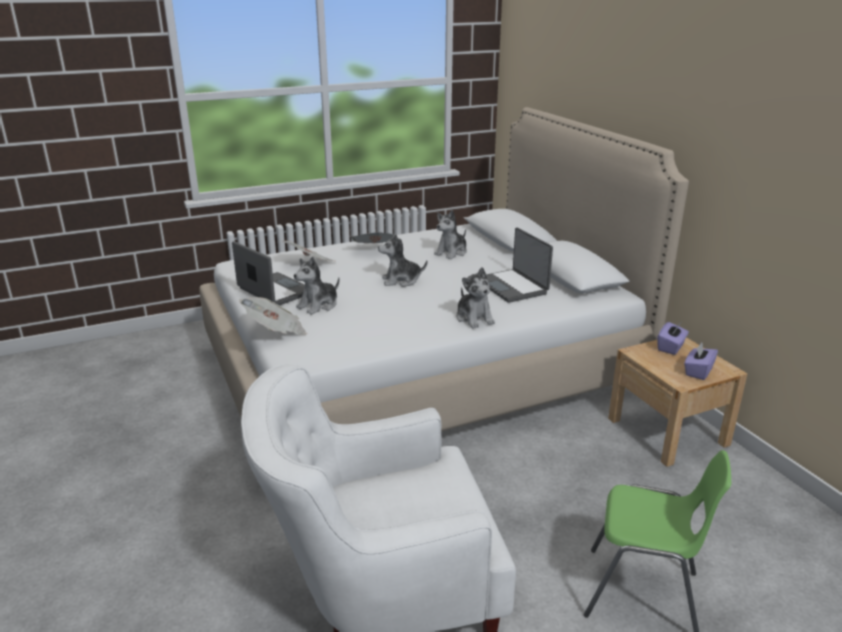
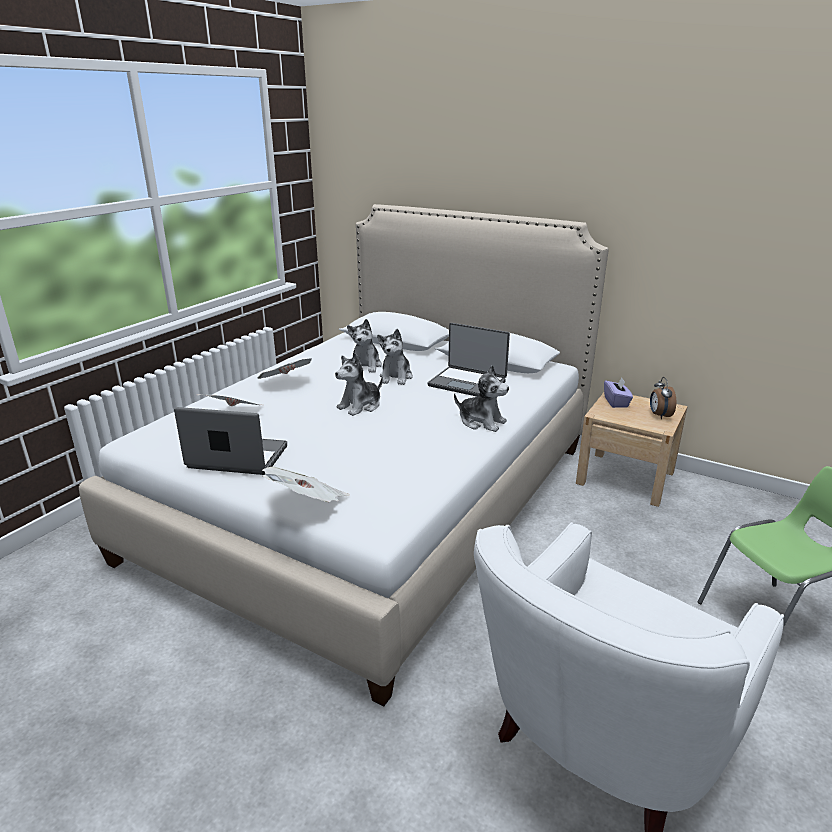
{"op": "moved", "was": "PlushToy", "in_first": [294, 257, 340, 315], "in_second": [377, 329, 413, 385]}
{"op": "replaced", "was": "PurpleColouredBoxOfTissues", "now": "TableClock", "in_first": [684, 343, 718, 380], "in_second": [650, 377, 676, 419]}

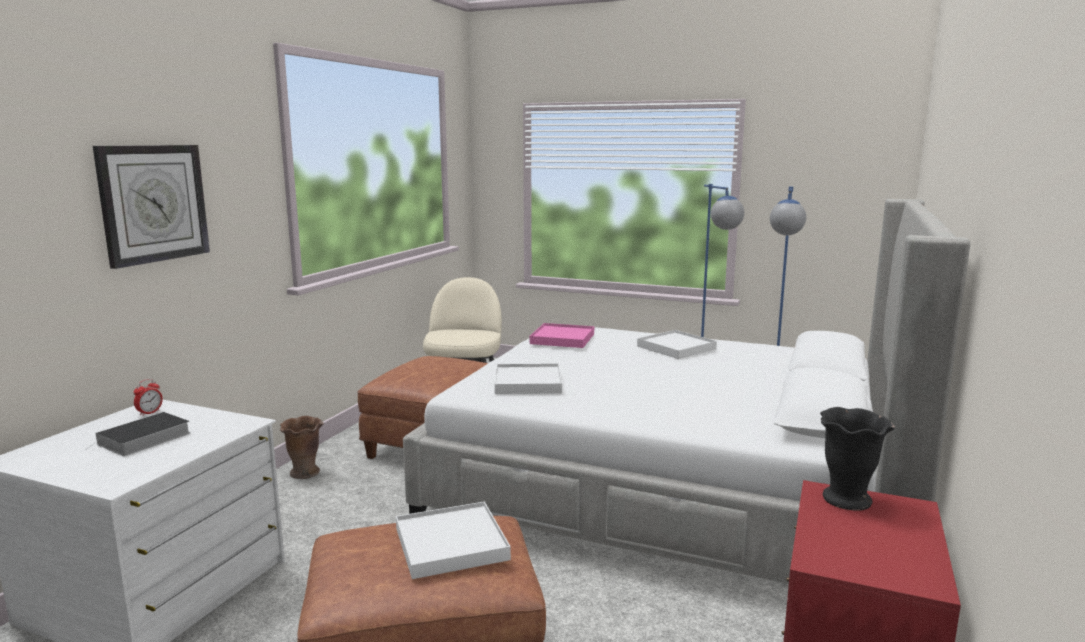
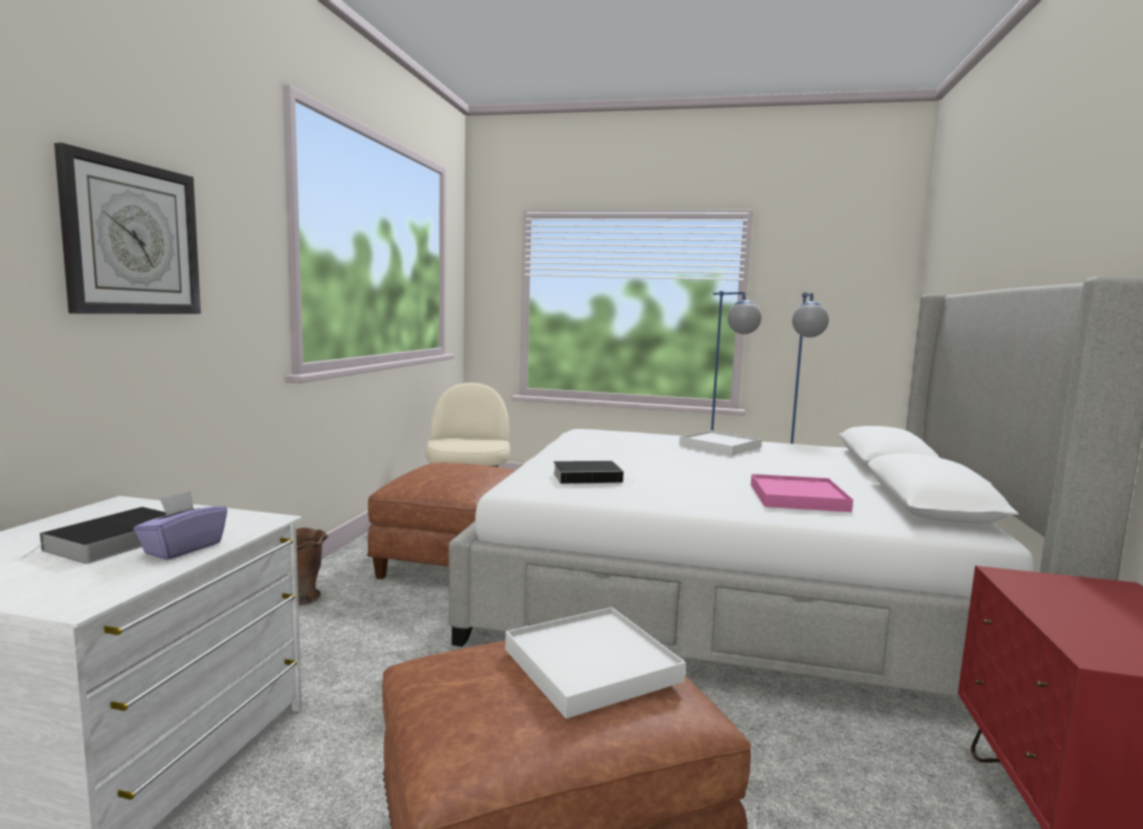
{"op": "moved", "was": "PinkTray", "in_first": [530, 323, 594, 348], "in_second": [751, 474, 853, 512]}
{"op": "replaced", "was": "WhiteColouredTray", "now": "BoundBook", "in_first": [495, 363, 562, 394], "in_second": [553, 461, 633, 484]}
{"op": "removed", "was": "TableClock", "in_first": [134, 379, 163, 416]}
{"op": "removed", "was": "BlackVase", "in_first": [820, 407, 895, 511]}
{"op": "added", "now": "PurpleColouredBoxOfTissues", "in_second": [133, 490, 227, 560]}

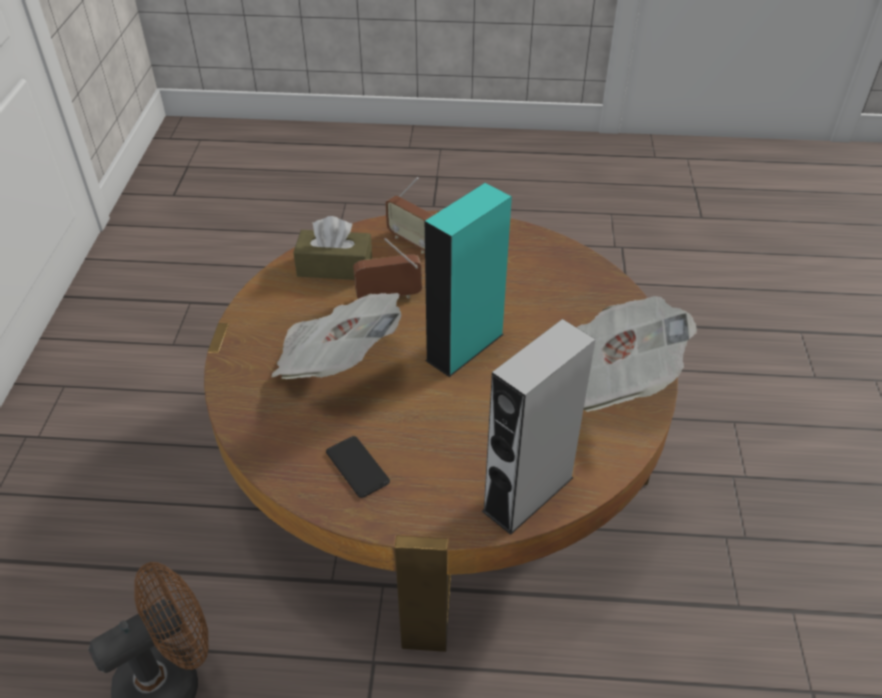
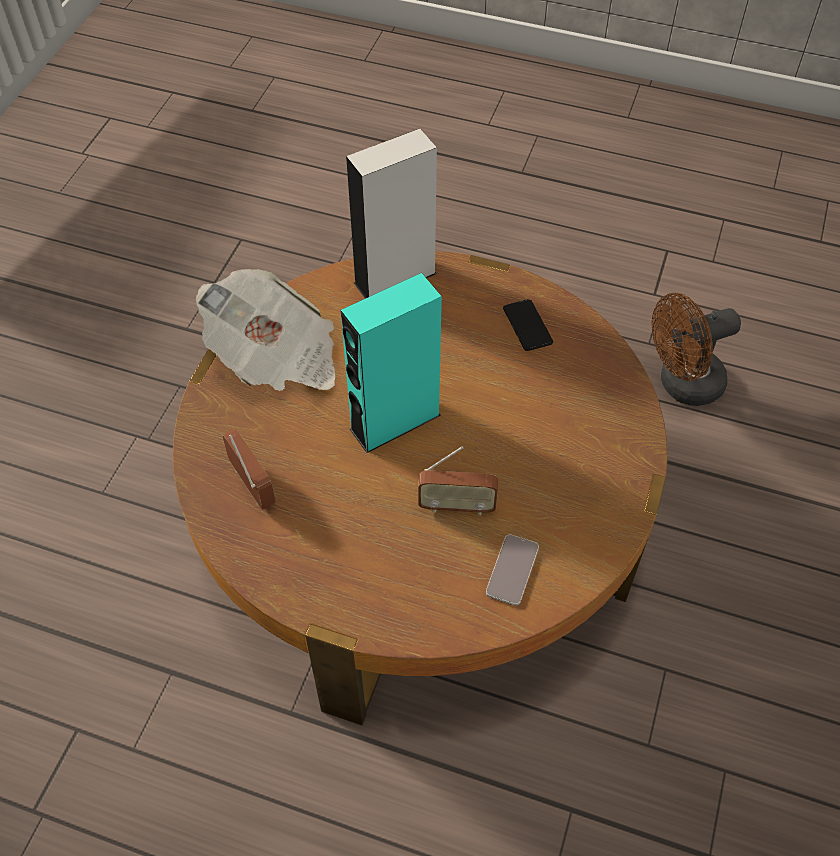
{"op": "moved", "was": "Radio", "in_first": [385, 177, 433, 254], "in_second": [222, 428, 276, 510]}
{"op": "replaced", "was": "BrownBoxOfTissues", "now": "Handset", "in_first": [293, 216, 372, 280], "in_second": [486, 534, 539, 606]}
{"op": "removed", "was": "Newspaper", "in_first": [271, 293, 401, 379]}

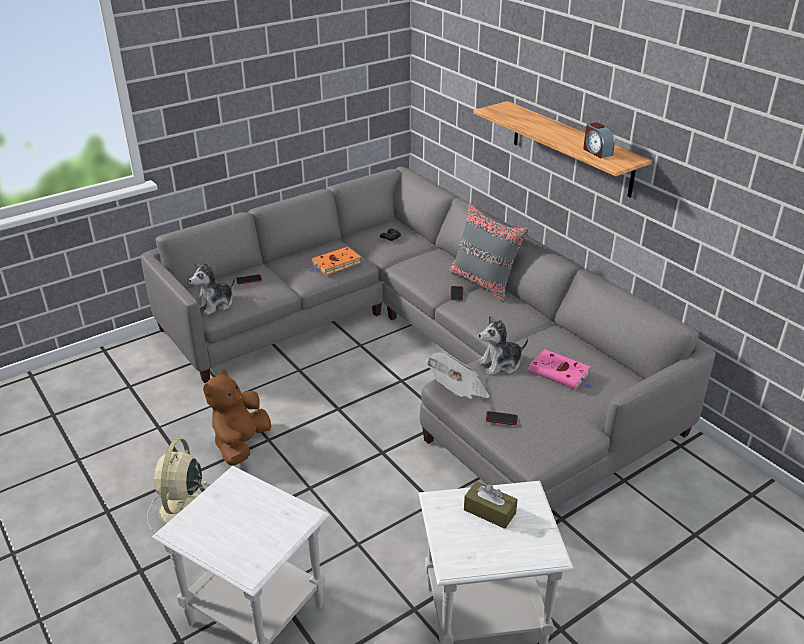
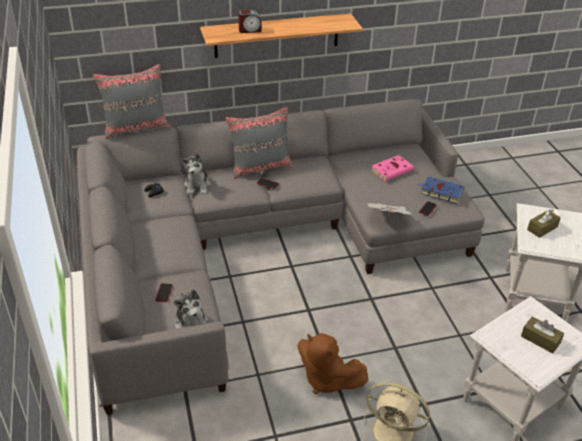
{"op": "moved", "was": "TableClock", "in_first": [583, 122, 615, 158], "in_second": [238, 10, 261, 33]}
{"op": "removed", "was": "OrangeColouredBoundBook", "in_first": [310, 247, 362, 275]}
{"op": "moved", "was": "PlushToy", "in_first": [477, 315, 528, 376], "in_second": [181, 153, 211, 195]}
{"op": "added", "now": "GreyThrowPillow", "in_second": [93, 64, 170, 139]}
{"op": "added", "now": "BluishBoundBook", "in_second": [418, 176, 464, 203]}
{"op": "added", "now": "BrownBoxOfTissues", "in_second": [521, 316, 564, 353]}

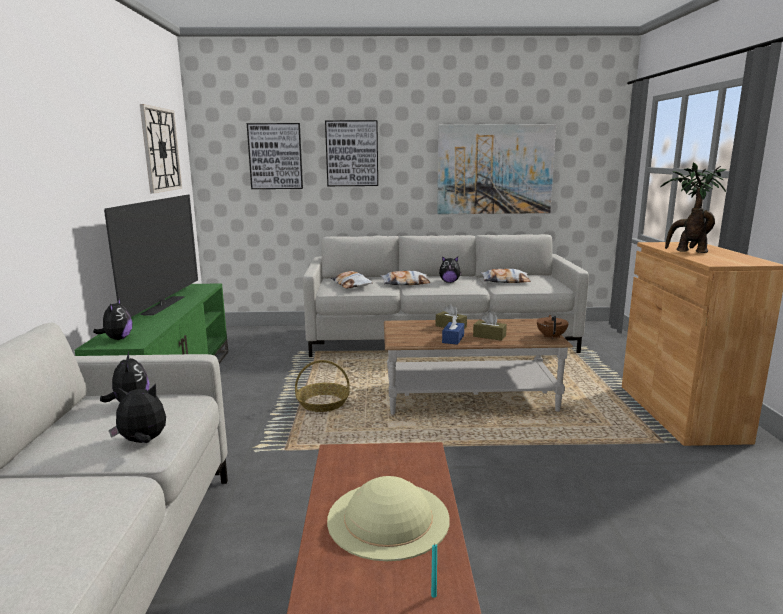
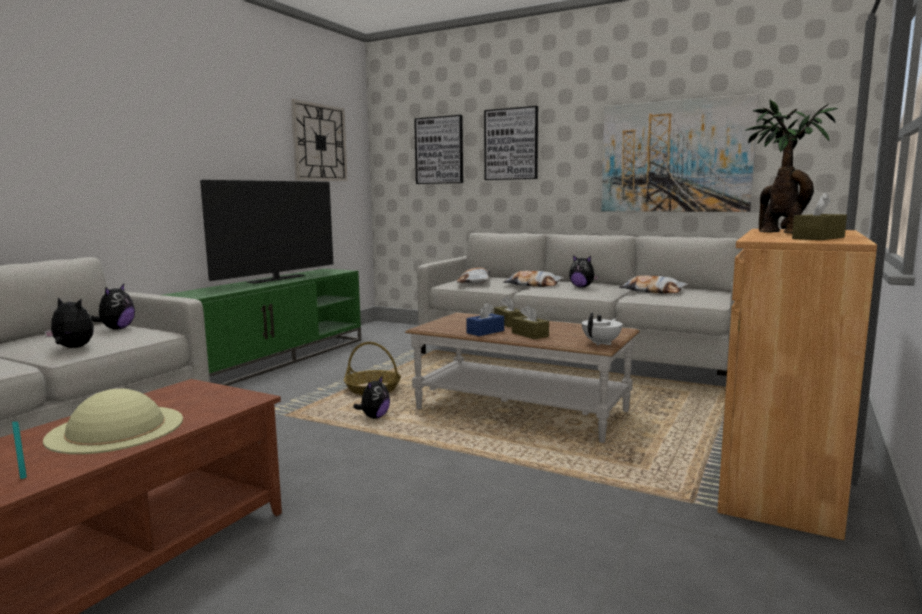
{"op": "moved", "was": "PlushToy", "in_first": [93, 299, 133, 340], "in_second": [353, 375, 390, 419]}
{"op": "recoloured", "was": "BrownTeaPot", "now": "WhiteColouredTeaPot", "in_first": [537, 315, 569, 339], "in_second": [582, 312, 622, 346]}
{"op": "added", "now": "BrownBoxOfTissues", "in_second": [792, 192, 847, 240]}

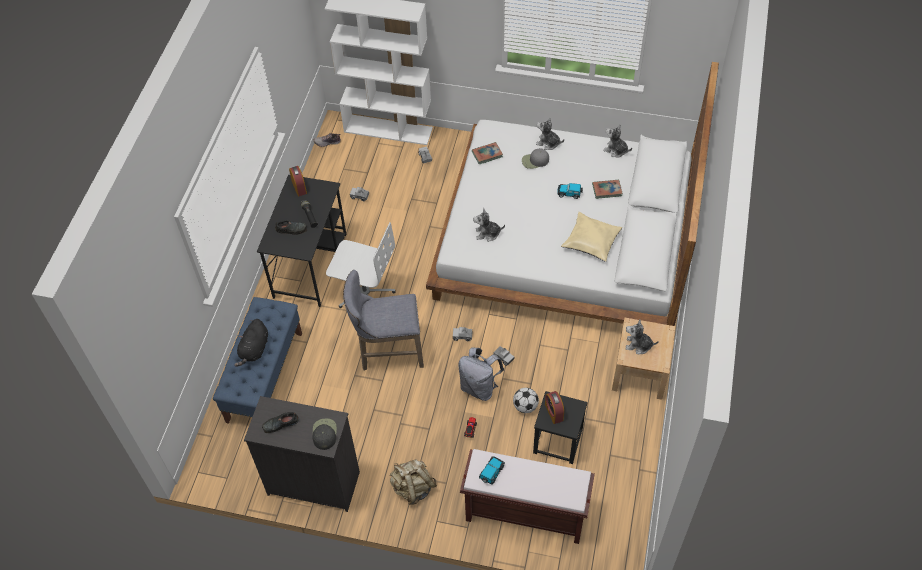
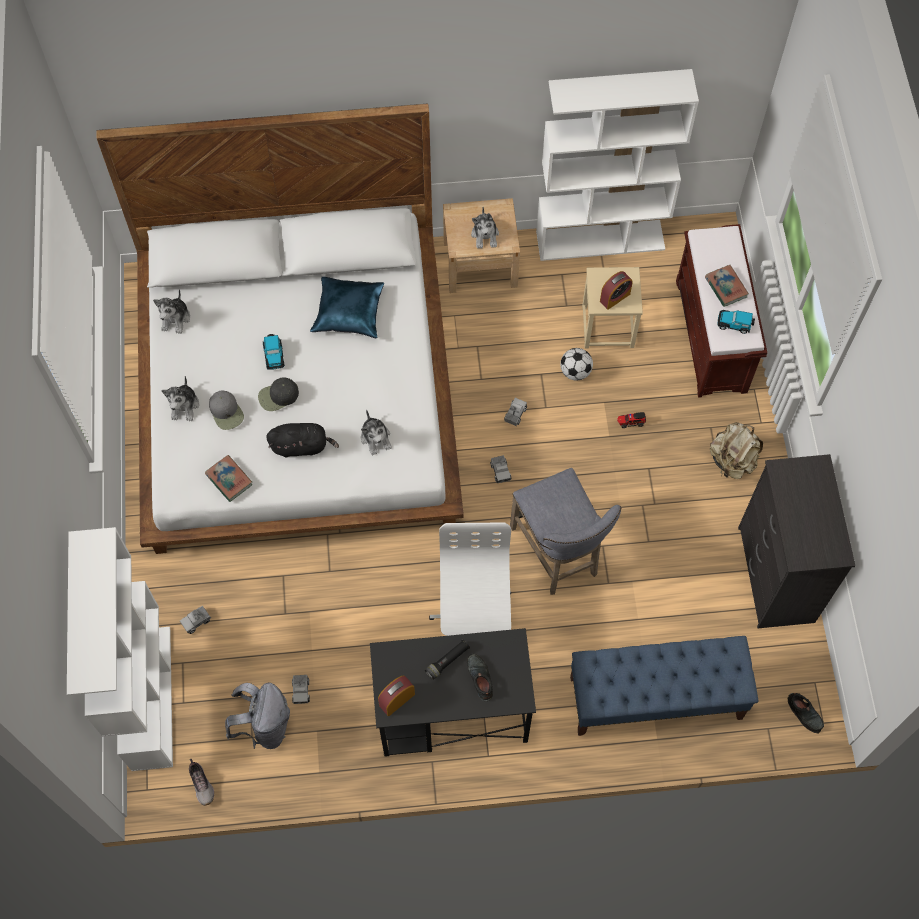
{"op": "moved", "was": "BoundBook", "in_first": [592, 180, 623, 199], "in_second": [705, 265, 749, 307]}
{"op": "recoloured", "was": "SandColouredThrowPillow", "now": "BluishThrowPillow", "in_first": [561, 212, 622, 262], "in_second": [310, 276, 384, 338]}
{"op": "moved", "was": "BlackPlushToy", "in_first": [234, 319, 268, 367], "in_second": [266, 423, 339, 458]}
{"op": "moved", "was": "GreyRucksack", "in_first": [458, 347, 504, 401], "in_second": [225, 683, 290, 749]}
{"op": "recoloured", "was": "BlackSittingStool", "now": "SandColouredSittingStool", "in_first": [533, 391, 588, 464], "in_second": [582, 267, 643, 348]}
{"op": "moved", "was": "BlackShoe", "in_first": [262, 412, 299, 433], "in_second": [788, 693, 824, 733]}
{"op": "moved", "was": "BlackBaseballCap", "in_first": [312, 419, 337, 450], "in_second": [258, 377, 299, 411]}
{"op": "added", "now": "WhiteColouredBookcase", "in_second": [536, 69, 699, 261]}

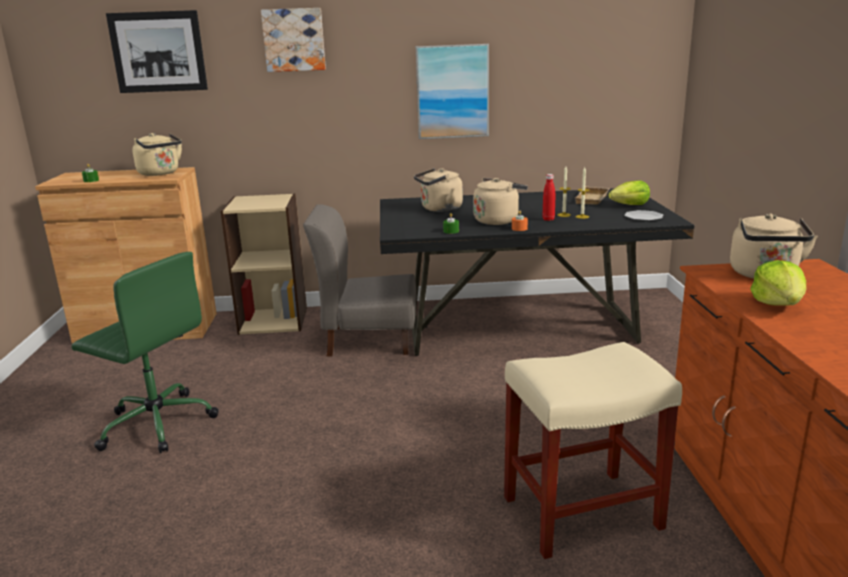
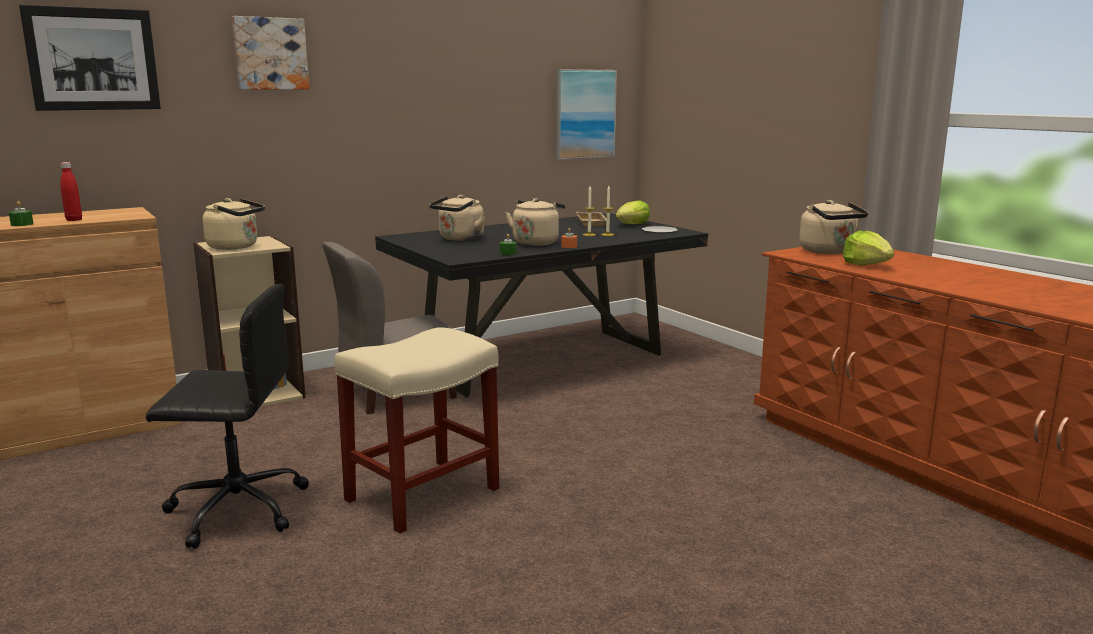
{"op": "moved", "was": "WallArt", "in_first": [416, 44, 489, 139], "in_second": [556, 69, 617, 160]}
{"op": "moved", "was": "SandColouredTeaKettle", "in_first": [132, 133, 182, 176], "in_second": [203, 198, 265, 250]}
{"op": "moved", "was": "RedColouredBeverageBottle", "in_first": [543, 174, 555, 221], "in_second": [60, 162, 82, 221]}
{"op": "recoloured", "was": "GreenishDeskChair", "now": "BlackDeskChair", "in_first": [72, 252, 219, 453], "in_second": [146, 284, 309, 549]}
{"op": "moved", "was": "SandColouredSittingStool", "in_first": [504, 342, 682, 559], "in_second": [334, 327, 499, 533]}

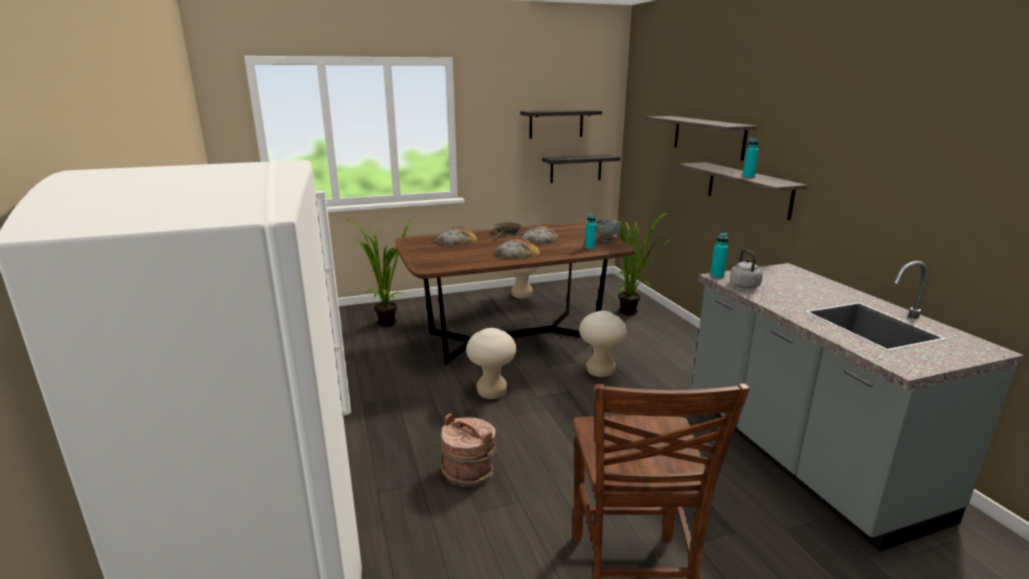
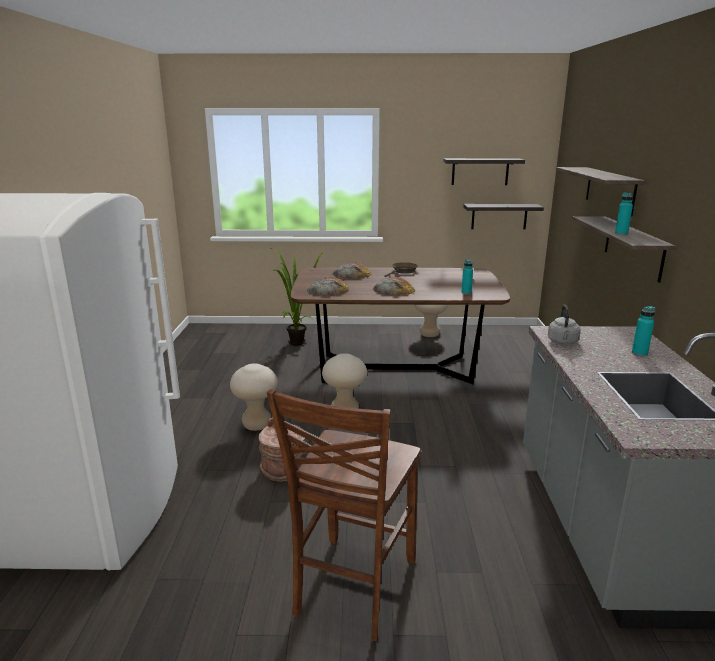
{"op": "removed", "was": "Houseplant", "in_first": [617, 213, 669, 316]}
{"op": "removed", "was": "GreyBowl", "in_first": [595, 219, 621, 242]}
{"op": "moved", "was": "BakedBread", "in_first": [520, 226, 560, 244], "in_second": [307, 277, 349, 296]}
{"op": "moved", "was": "TurquoiseColouredBeverageBottle", "in_first": [710, 233, 728, 279], "in_second": [632, 306, 655, 357]}
{"op": "moved", "was": "SandColouredSittingStool", "in_first": [579, 311, 626, 377], "in_second": [230, 363, 278, 431]}

